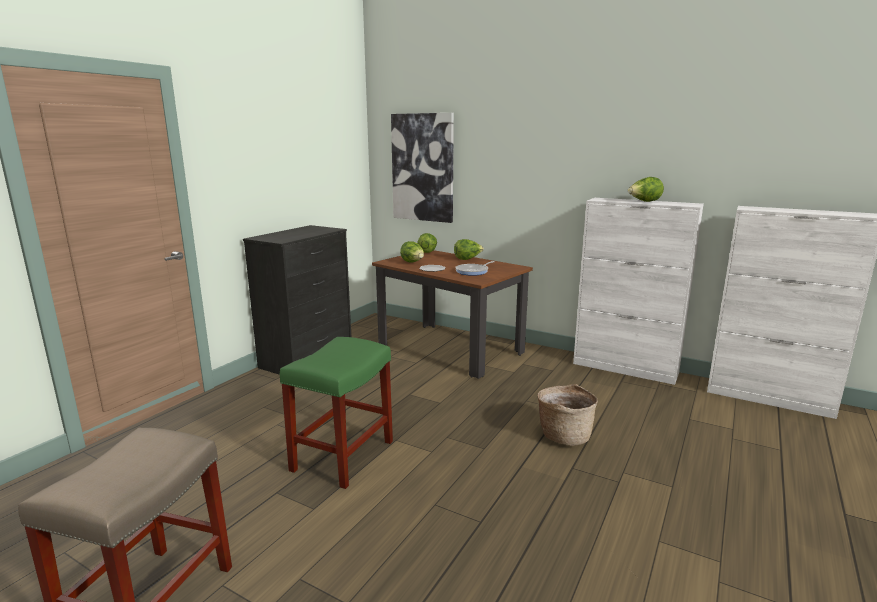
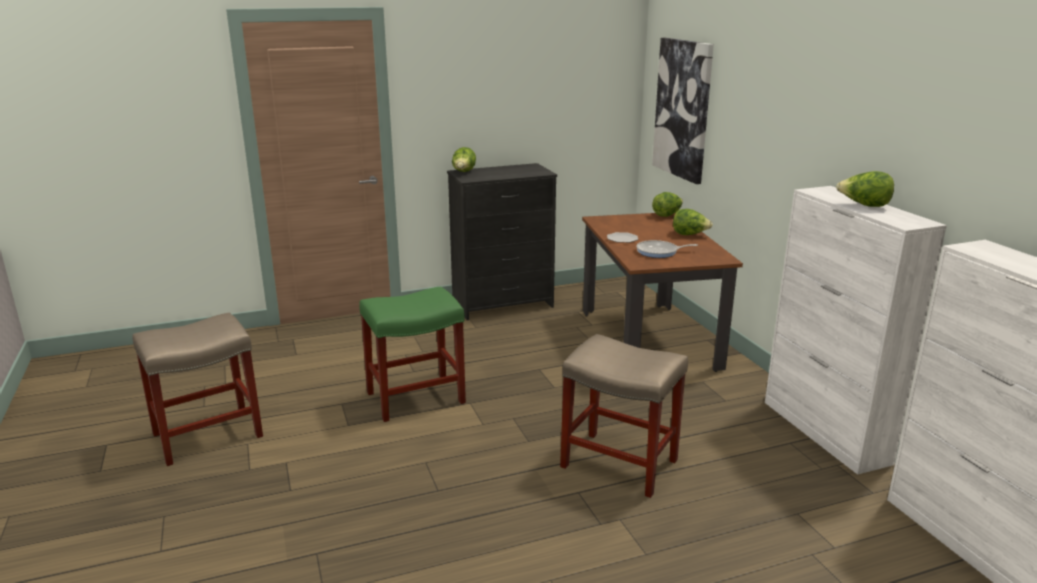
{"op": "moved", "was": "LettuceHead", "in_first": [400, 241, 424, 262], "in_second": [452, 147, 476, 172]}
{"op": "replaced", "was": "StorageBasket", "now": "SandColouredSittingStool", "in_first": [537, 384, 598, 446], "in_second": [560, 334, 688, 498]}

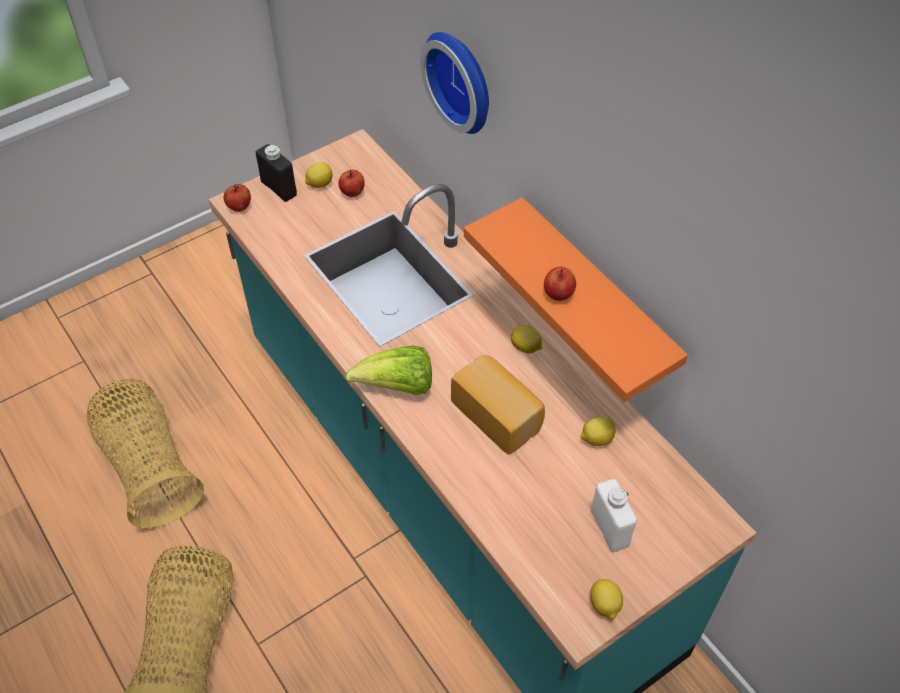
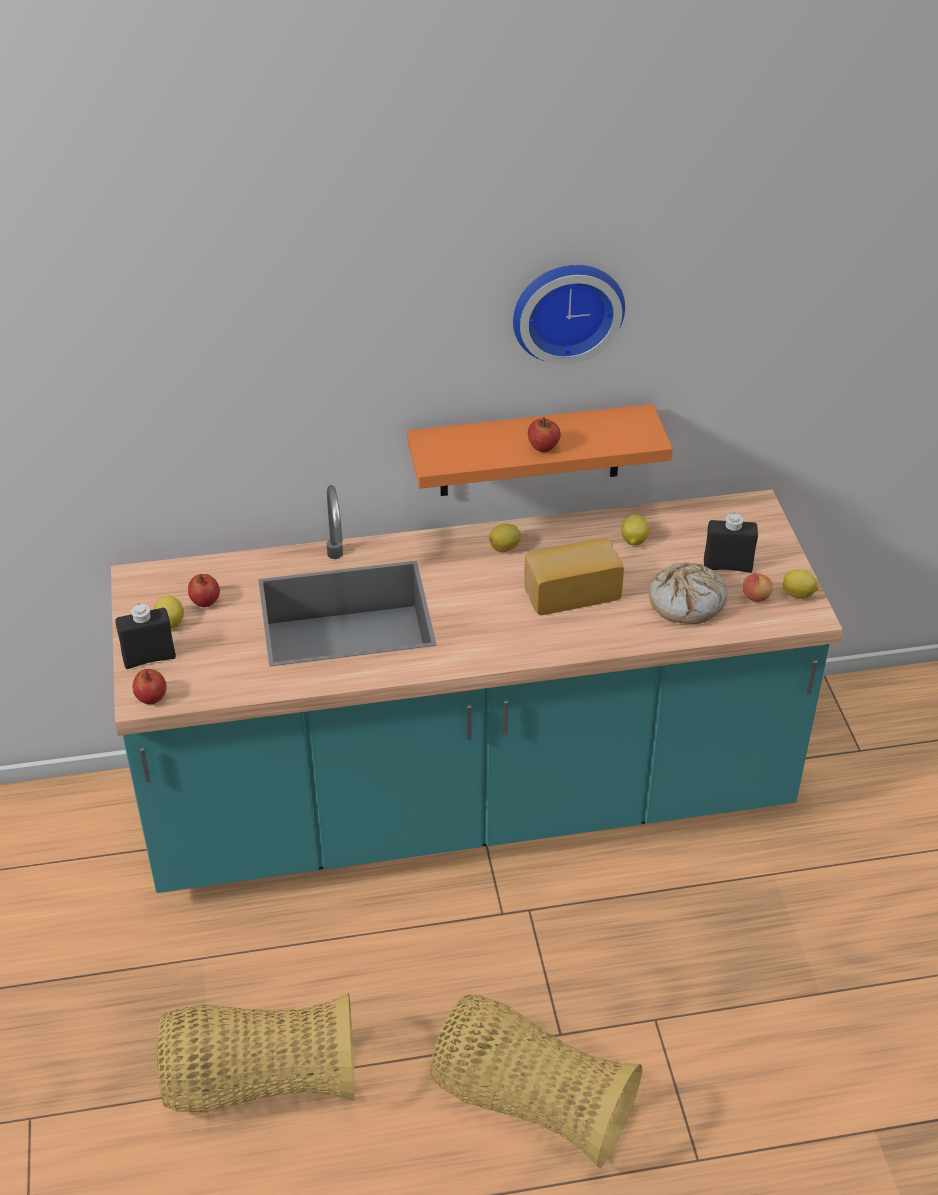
{"op": "moved", "was": "WallClock", "in_first": [420, 32, 489, 134], "in_second": [513, 265, 625, 365]}
{"op": "removed", "was": "LettuceHead", "in_first": [345, 345, 432, 395]}
{"op": "recoloured", "was": "WhiteColouredBeverageBottle", "now": "BlackBeverageBottle", "in_first": [591, 479, 637, 552], "in_second": [704, 513, 758, 573]}
{"op": "added", "now": "BakedBread", "in_second": [649, 562, 727, 624]}
{"op": "added", "now": "WholeApple", "in_second": [743, 573, 773, 602]}

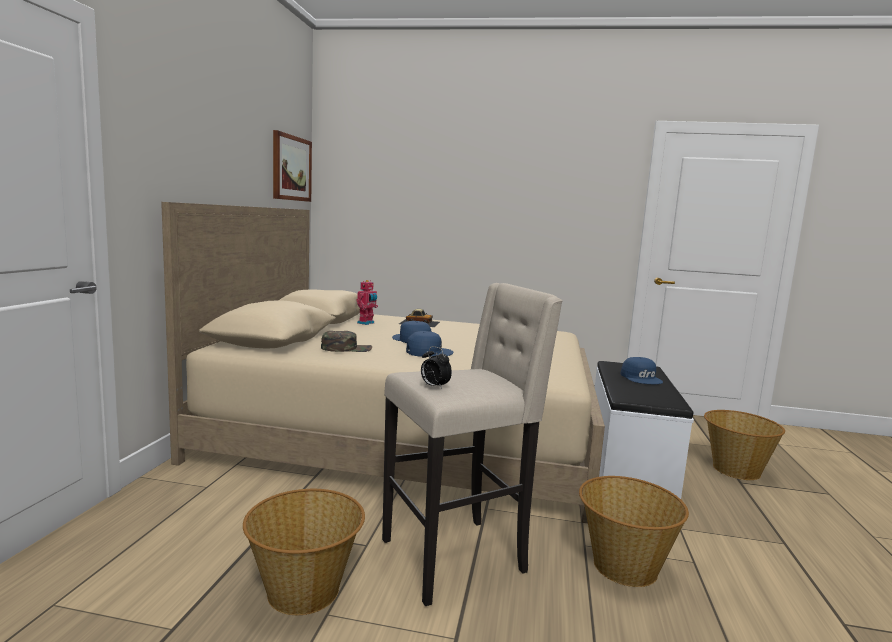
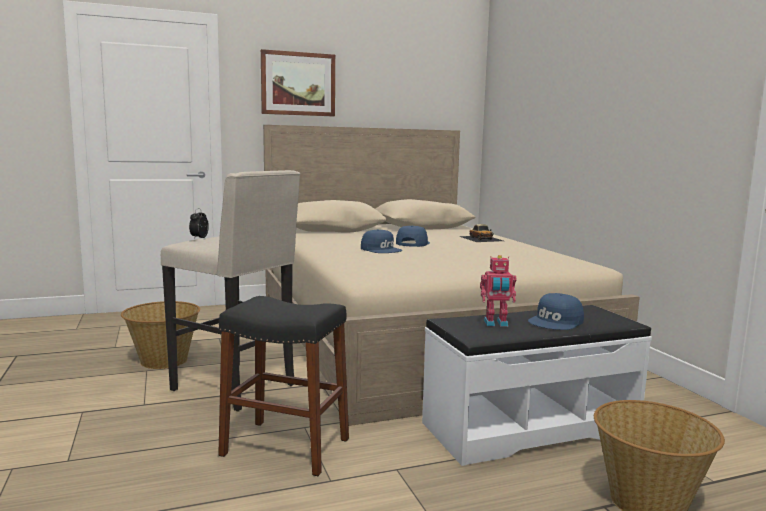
{"op": "moved", "was": "WallArt", "in_first": [273, 130, 312, 202], "in_second": [261, 49, 335, 116]}
{"op": "moved", "was": "RobotFigure", "in_first": [357, 280, 378, 325], "in_second": [480, 255, 516, 327]}
{"op": "removed", "was": "GreenishBaseballCap", "in_first": [321, 331, 372, 352]}
{"op": "replaced", "was": "StorageBasket", "now": "BlackSittingStool", "in_first": [579, 476, 689, 587], "in_second": [218, 296, 349, 476]}

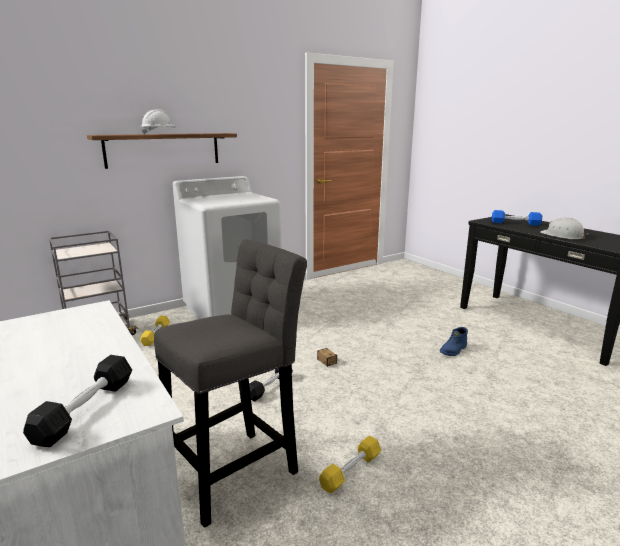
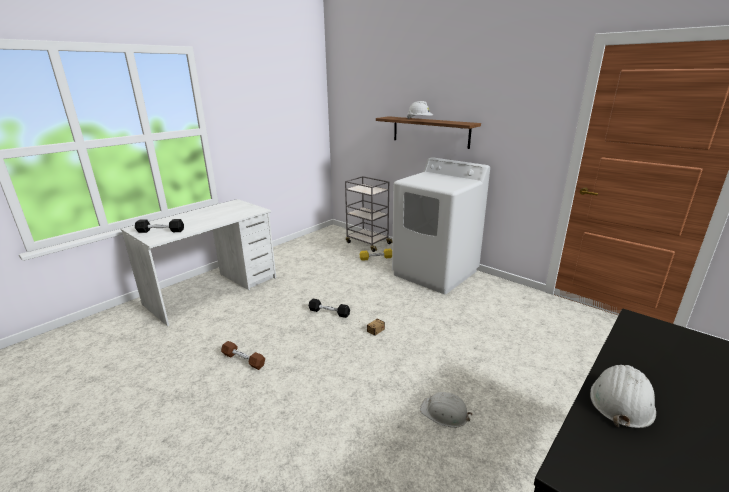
{"op": "removed", "was": "BluishFreeWeight", "in_first": [492, 210, 542, 226]}
{"op": "removed", "was": "GreySittingStool", "in_first": [154, 239, 307, 528]}
{"op": "replaced", "was": "BluishTallBoot", "now": "WhiteColouredSafetyHelmet", "in_first": [440, 327, 468, 356], "in_second": [420, 392, 472, 428]}
{"op": "recoloured", "was": "YellowishFreeWeight", "now": "BrownFreeWeight", "in_first": [319, 435, 381, 494], "in_second": [221, 341, 265, 370]}

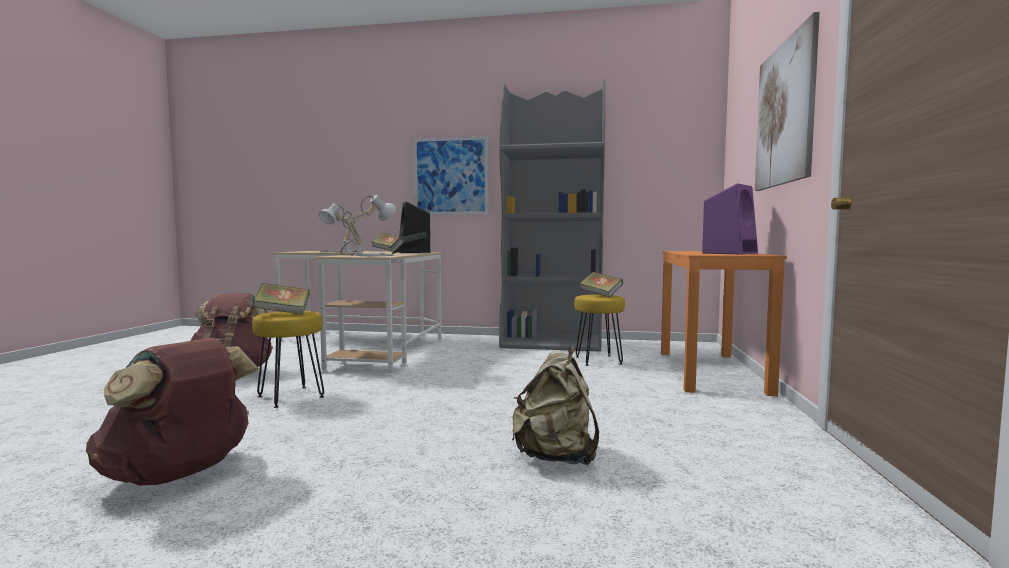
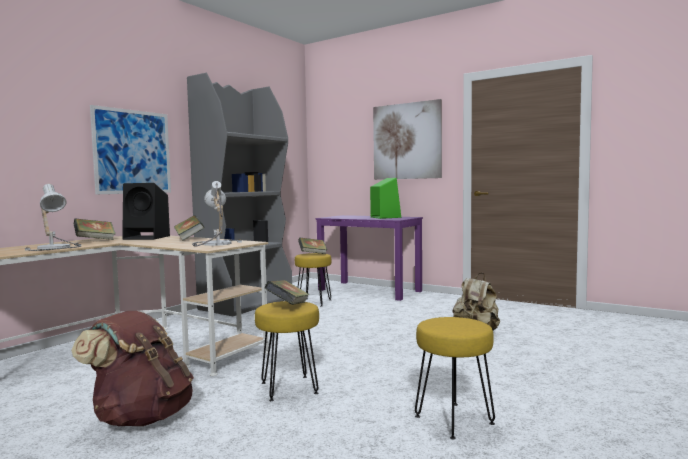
{"op": "recoloured", "was": "PurpleColouredLoudspeaker", "now": "GreenishLoudspeaker", "in_first": [702, 183, 758, 254], "in_second": [370, 178, 401, 219]}
{"op": "recoloured", "was": "OrangeColouredDesk", "now": "PurpleColouredDesk", "in_first": [661, 251, 787, 396], "in_second": [315, 215, 423, 301]}
{"op": "replaced", "was": "BrownRucksack", "now": "YellowishSittingStool", "in_first": [86, 338, 259, 485], "in_second": [415, 317, 495, 440]}

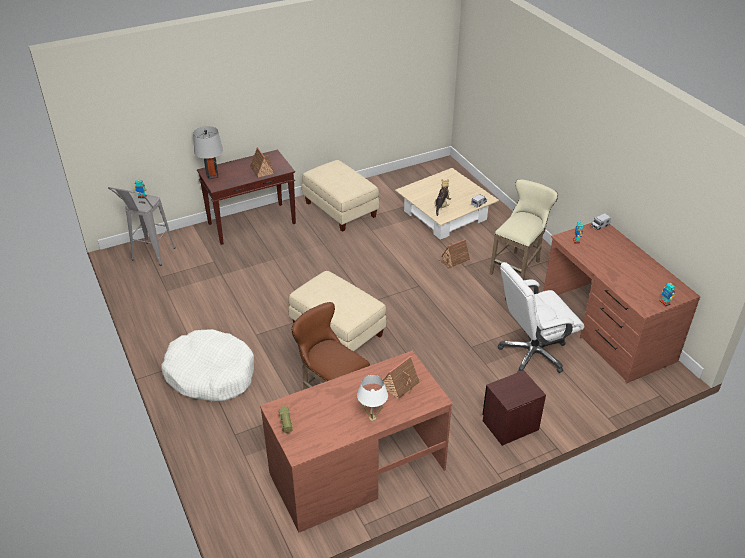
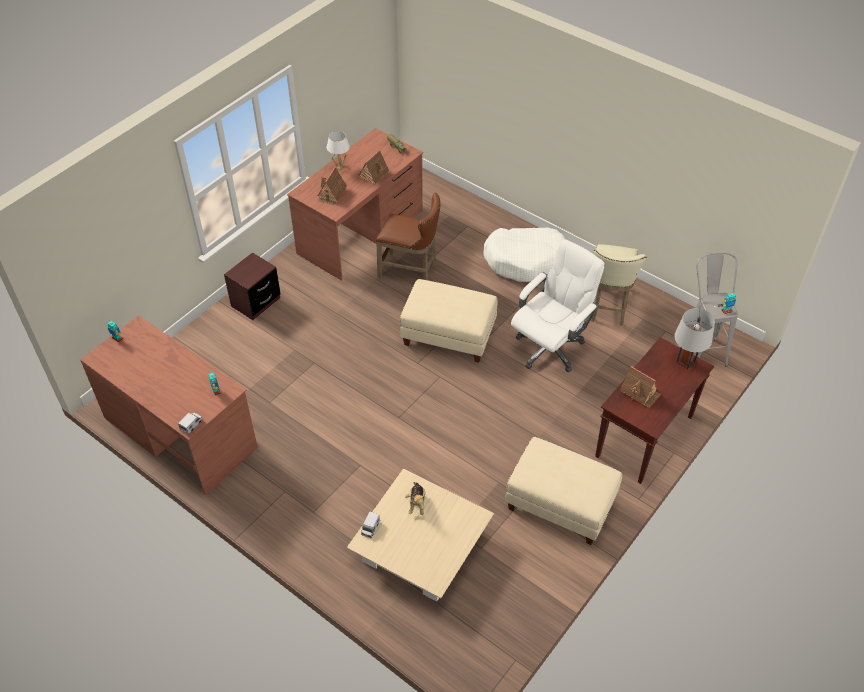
{"op": "moved", "was": "SandColouredSittingStool", "in_first": [490, 179, 558, 280], "in_second": [591, 244, 646, 326]}
{"op": "moved", "was": "ModelHouse", "in_first": [439, 239, 470, 269], "in_second": [358, 150, 391, 184]}
{"op": "moved", "was": "WhiteColouredDeskChair", "in_first": [498, 262, 584, 373], "in_second": [511, 239, 605, 372]}

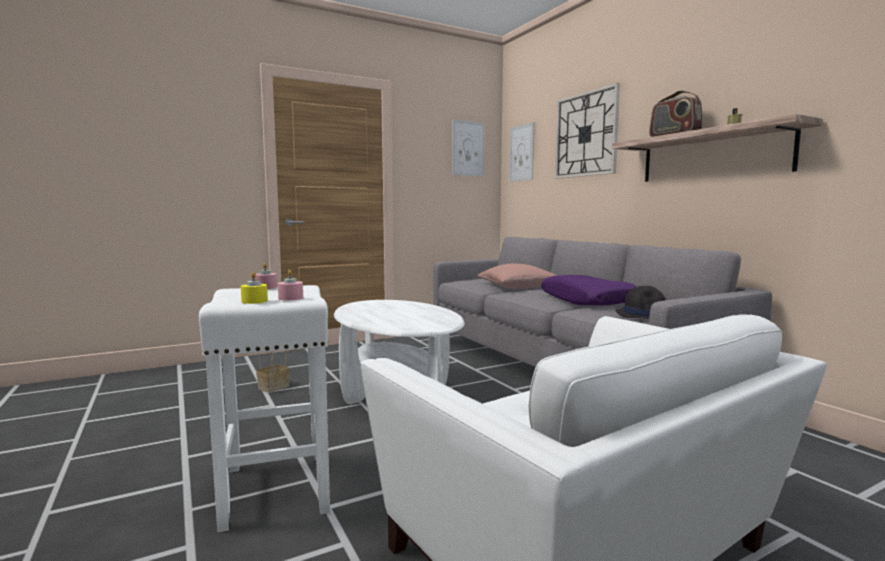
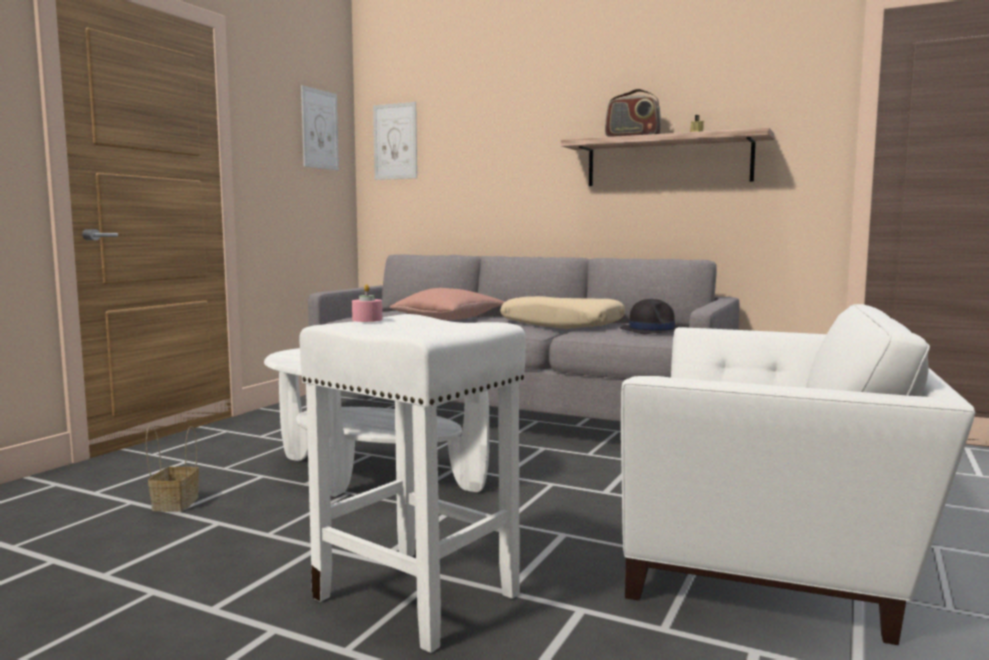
{"op": "removed", "was": "WallClock", "in_first": [555, 83, 620, 179]}
{"op": "removed", "was": "PinkWaxCandle", "in_first": [278, 270, 303, 301]}
{"op": "removed", "was": "YellowishWaxCandle", "in_first": [241, 272, 268, 304]}
{"op": "recoloured", "was": "PurpleColouredThrowPillow", "now": "SandColouredThrowPillow", "in_first": [541, 275, 637, 306], "in_second": [500, 296, 625, 329]}

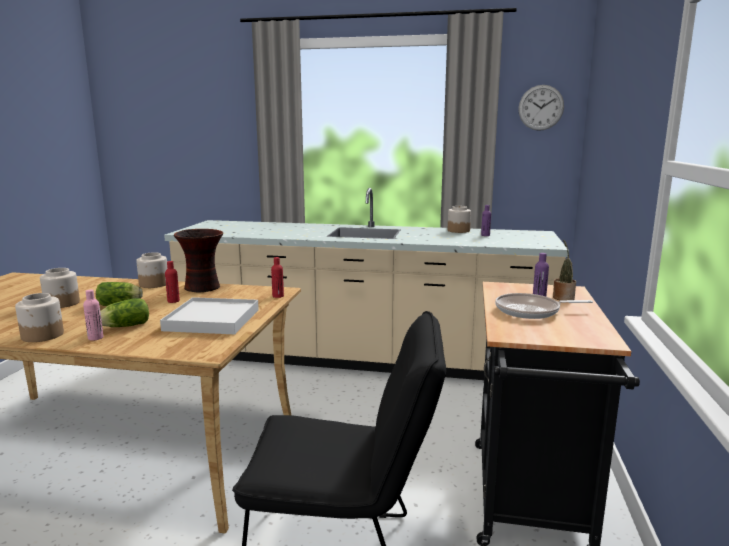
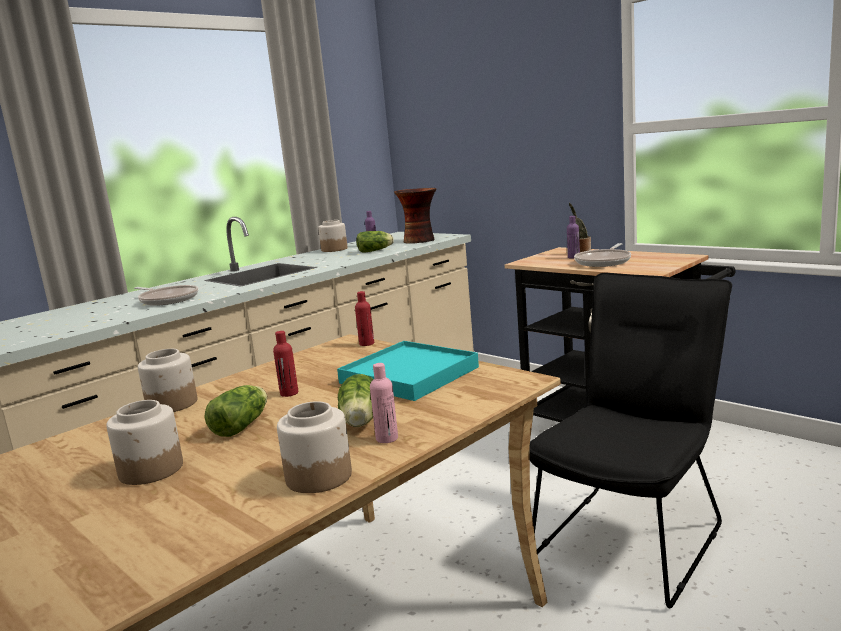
{"op": "removed", "was": "WallClock", "in_first": [518, 85, 564, 131]}
{"op": "moved", "was": "Vase", "in_first": [174, 229, 223, 292], "in_second": [394, 188, 436, 243]}
{"op": "recoloured", "was": "WhiteColouredTray", "now": "TurquoiseColouredTray", "in_first": [160, 297, 259, 334], "in_second": [337, 341, 479, 401]}
{"op": "added", "now": "LettuceHead", "in_second": [356, 231, 394, 253]}
{"op": "added", "now": "FryingPan", "in_second": [134, 285, 198, 306]}

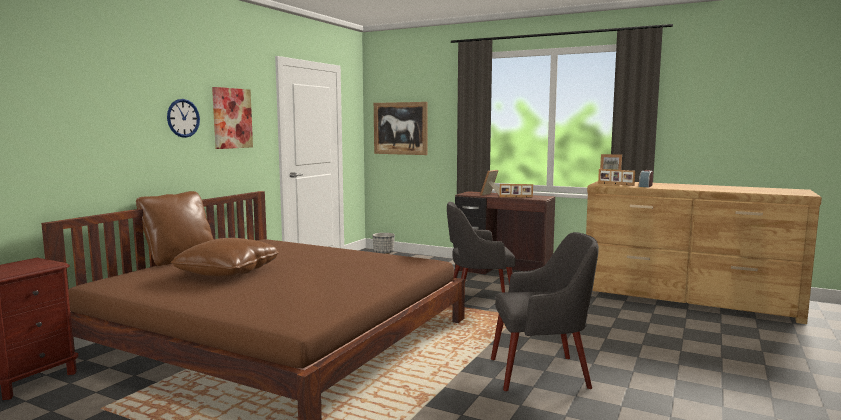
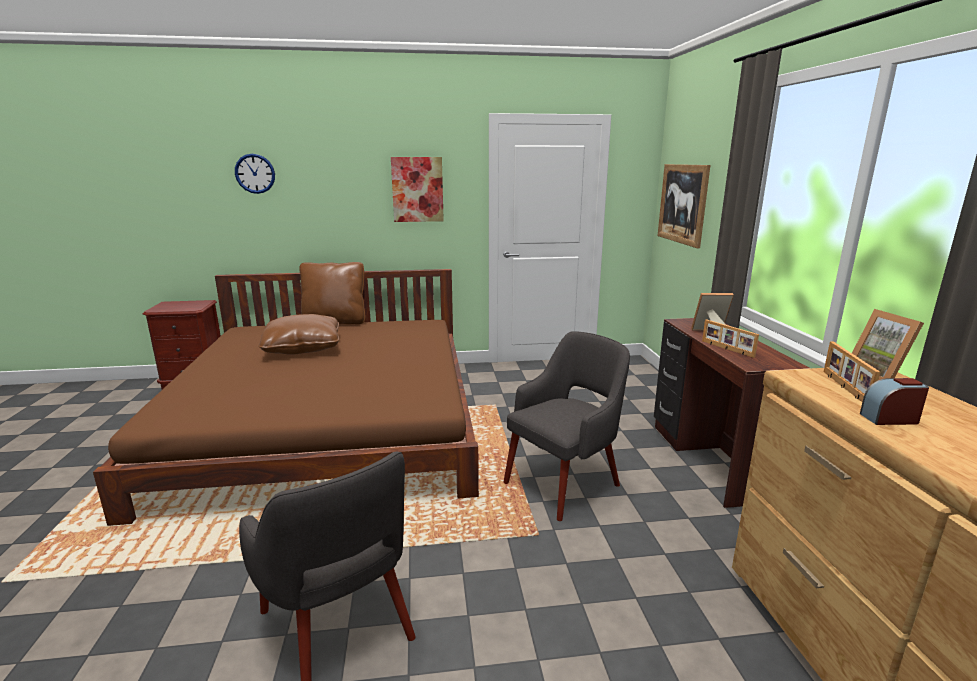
{"op": "moved", "was": "WallClock", "in_first": [167, 99, 200, 138], "in_second": [235, 154, 275, 194]}
{"op": "turned", "was": "GreyEasyChair", "in_first": [447, 202, 515, 292], "in_second": [503, 331, 630, 521], "clockwise": 90}
{"op": "removed", "was": "Planter", "in_first": [372, 233, 395, 254]}

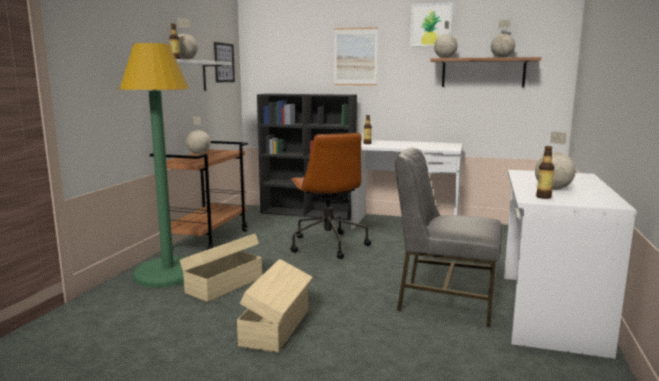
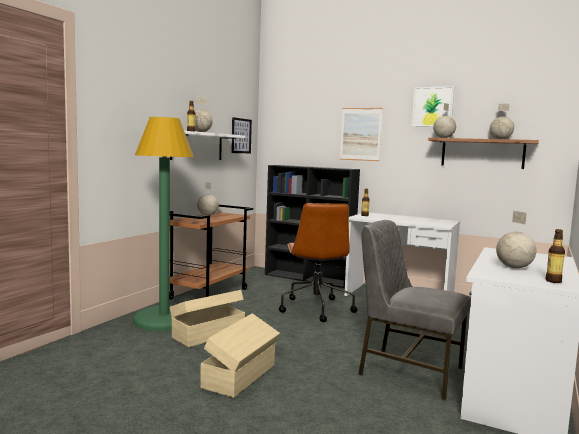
{"op": "moved", "was": "BeverageBottle", "in_first": [536, 146, 554, 199], "in_second": [545, 229, 565, 283]}

